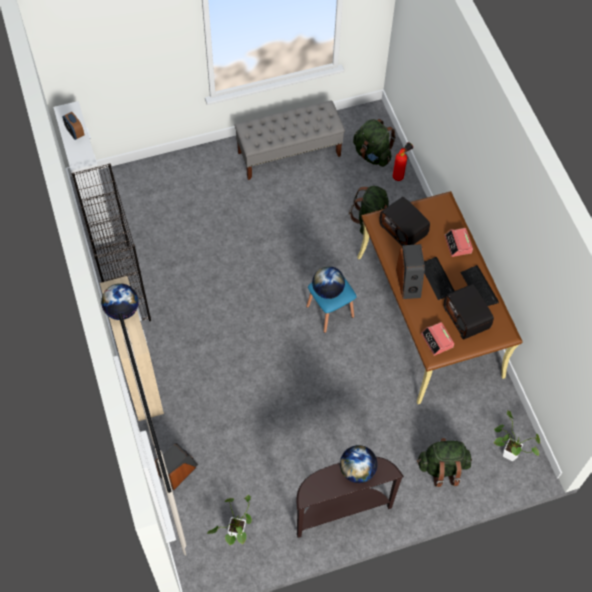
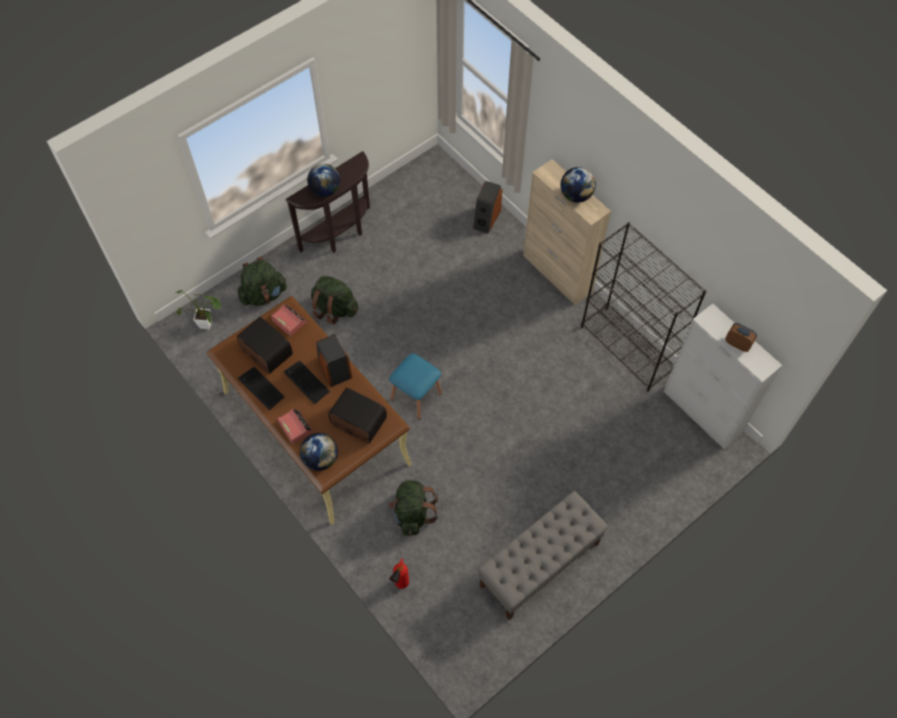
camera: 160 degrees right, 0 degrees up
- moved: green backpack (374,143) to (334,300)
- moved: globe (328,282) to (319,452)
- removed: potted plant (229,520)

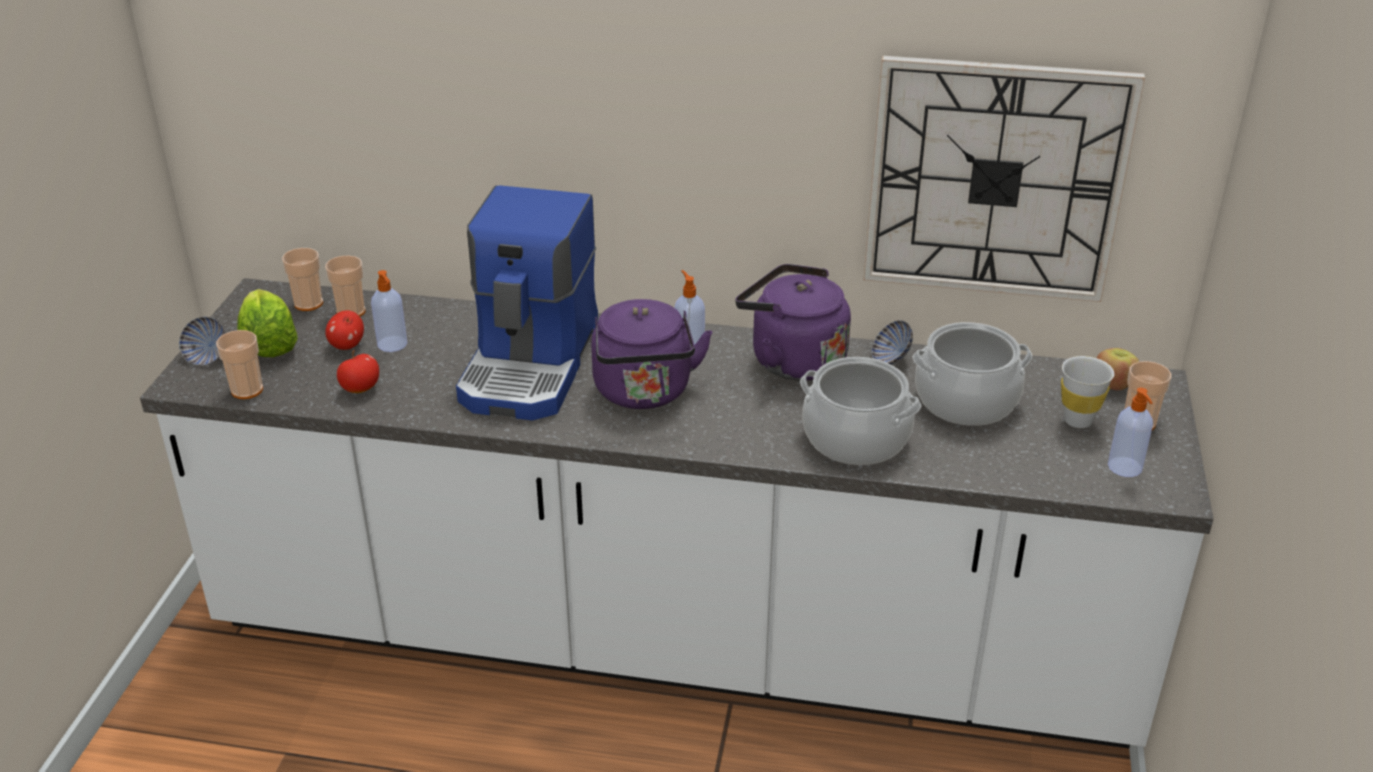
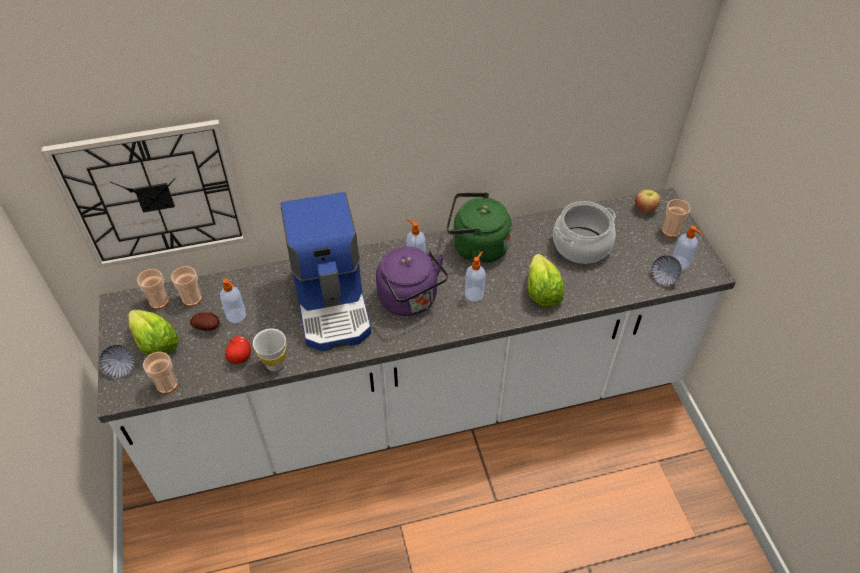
camera: 25 degrees left, 15 degrees up
- moved: wall clock (1004,179) to (145,193)
- recoloured: purple kettle (793,322) to green kettle (479,228)
- replaced: apple (344,330) to potato (204,321)
- moved: bowl (892,342) to (666,270)
- moved: white cup (1087,392) to (269,349)
- replaced: cooking pot (860,411) to lettuce (545,280)
- added: soap dispenser (475,277)

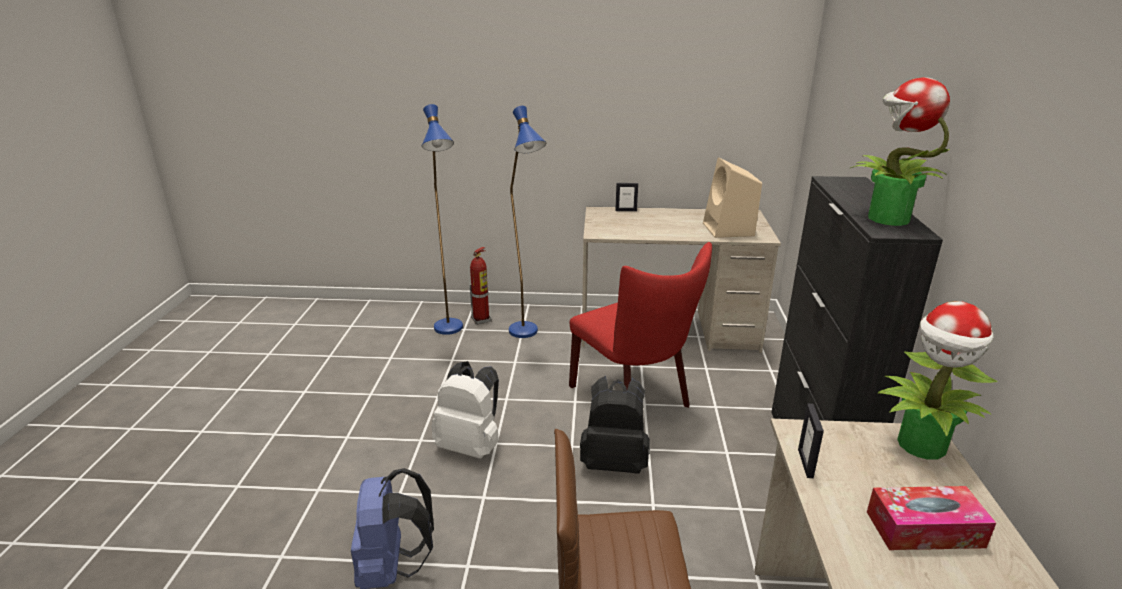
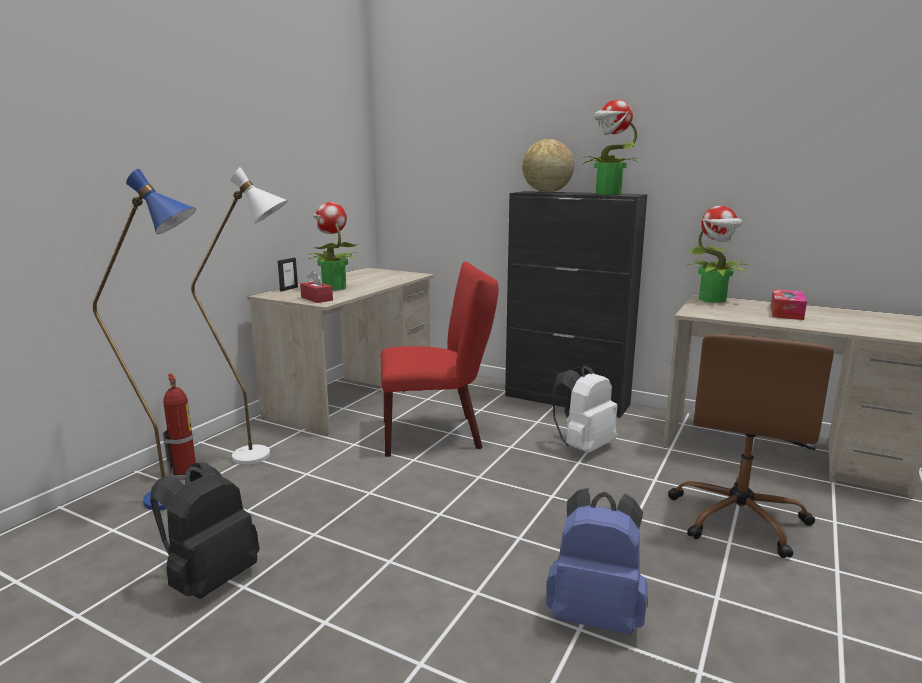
camera: 65 degrees left, 10 degrees down
- recoloured: blue floor lamp (527,222) to white floor lamp (239,316)
- removed: beige speaker (732,197)
- moved: white backpack (465,410) to (584,409)
- moved: black backpack (615,425) to (205,530)
- removed: picture frame (811,440)
- added: globe (548,166)
- added: potted plant (332,246)
- added: red tissue box (316,287)

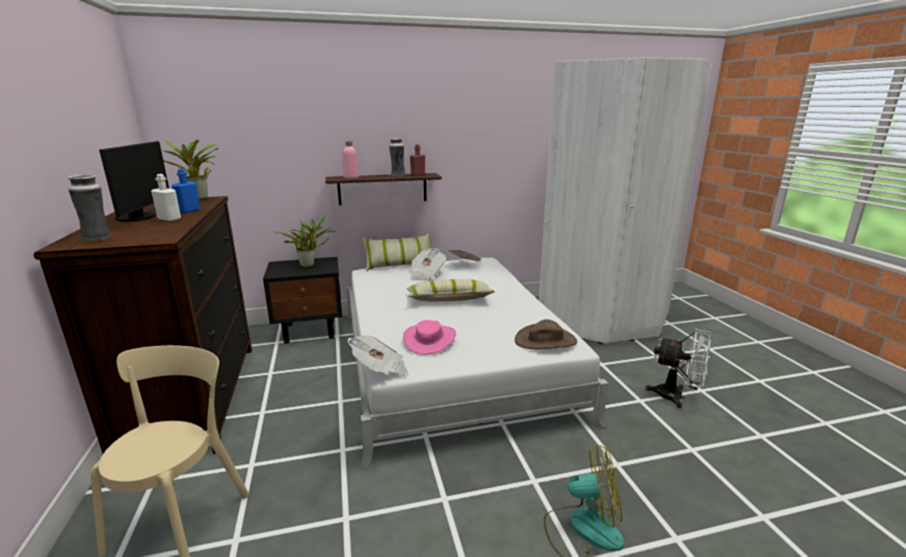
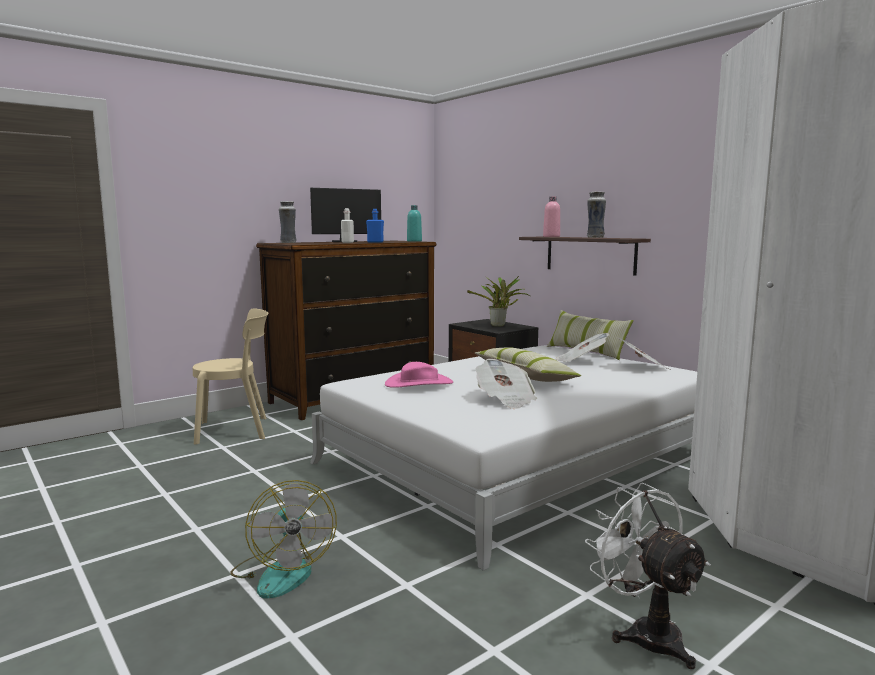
camera: 65 degrees right, 10 degrees down
- replaced: potted plant (190,170) to turquoise bottle (414,223)
- removed: red bottle (417,160)
- removed: brown hat (546,334)
- turned: white fan (678,368) = (648,576) 150 degrees clockwise
- moved: newspaper (378,356) to (506,384)

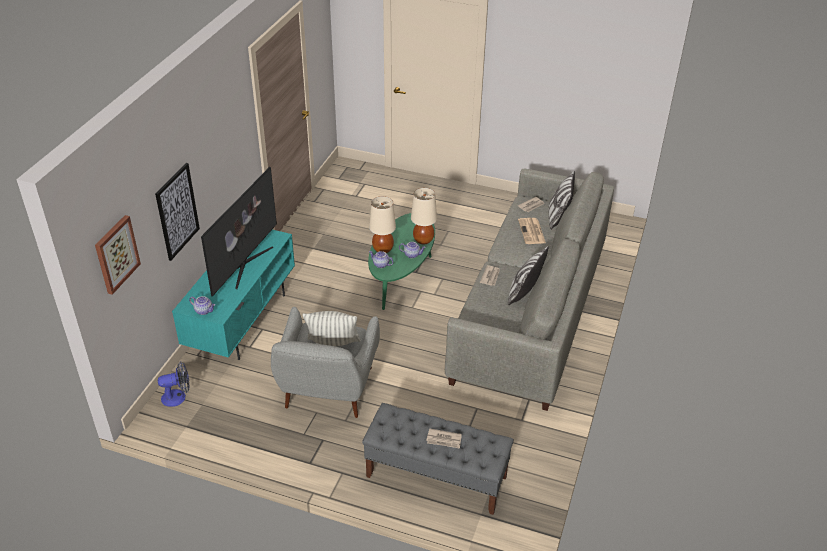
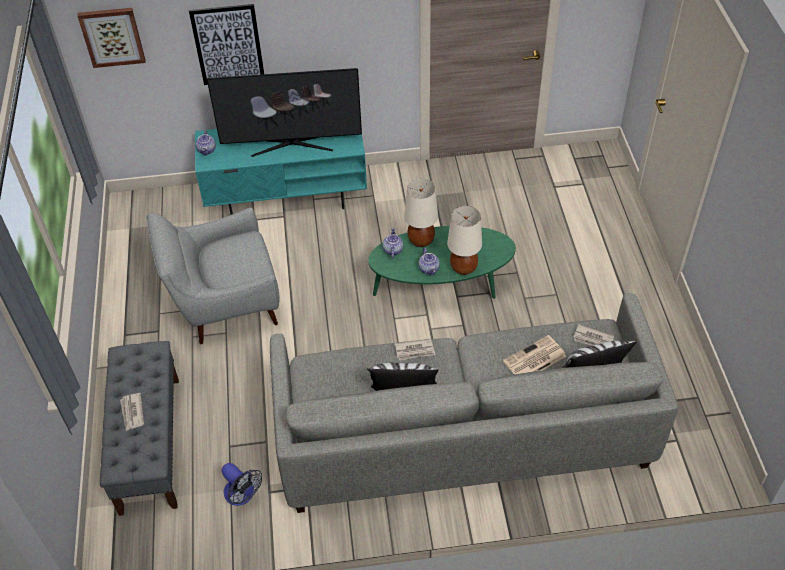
camera: 65 degrees right, 10 degrees up
- removed: pillow (332,328)
- moved: fan (174,384) to (242,484)

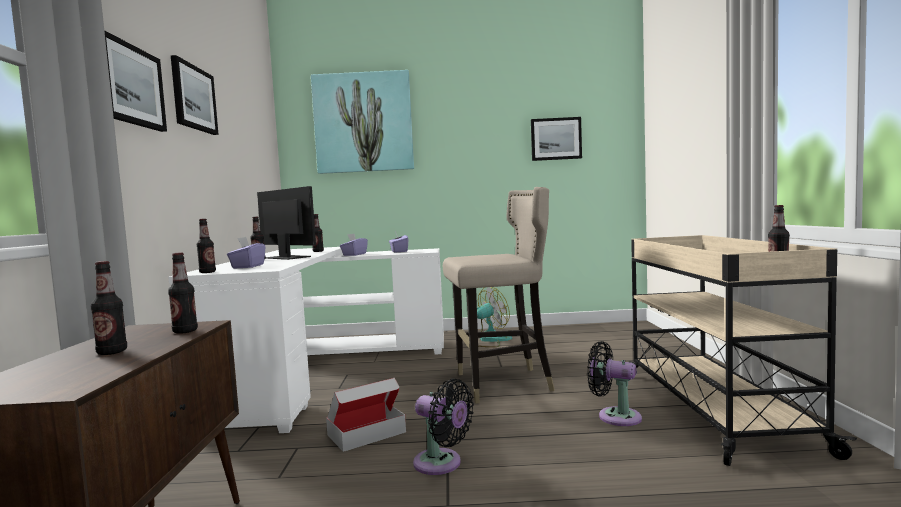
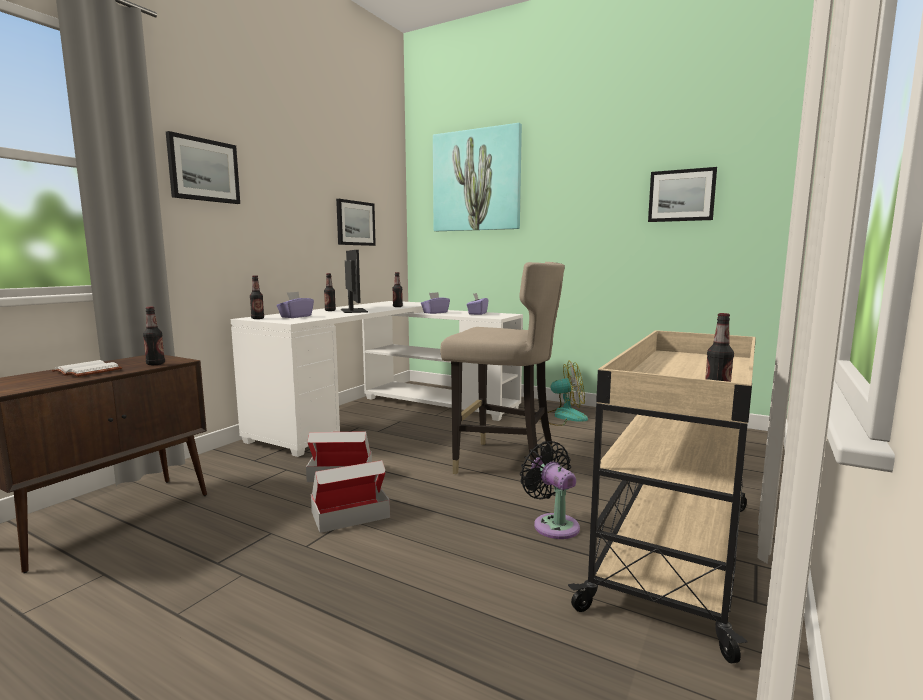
camera: 30 degrees right, 5 degrees up
- moved: picture (195,95) to (356,222)
- replaced: bottle (109,308) to white book (87,368)
- replaced: black fan (443,426) to cardboard box (350,496)

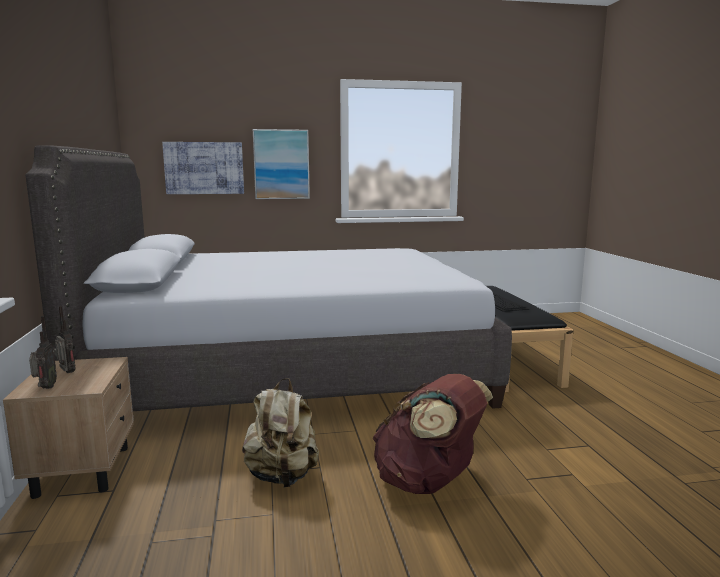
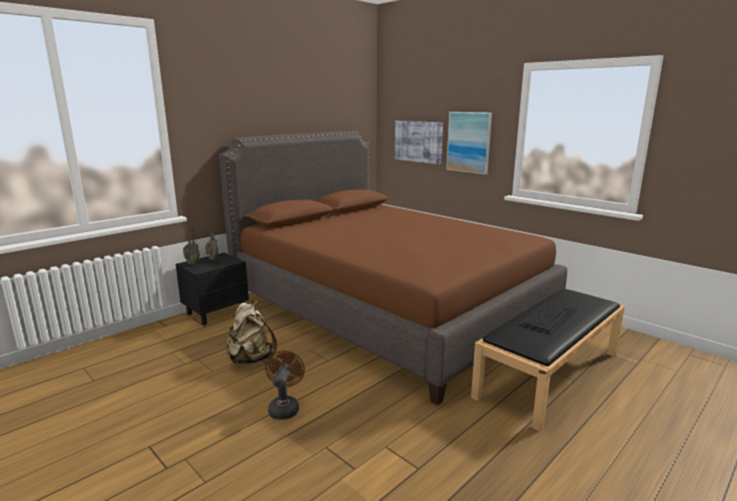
camera: 55 degrees right, 5 degrees up
- recoloured: grey bed (269,278) to brown bed (393,268)
- recoloured: beige nightstand (68,428) to black nightstand (212,289)
- replaced: brown backpack (433,434) to brown fan (285,385)

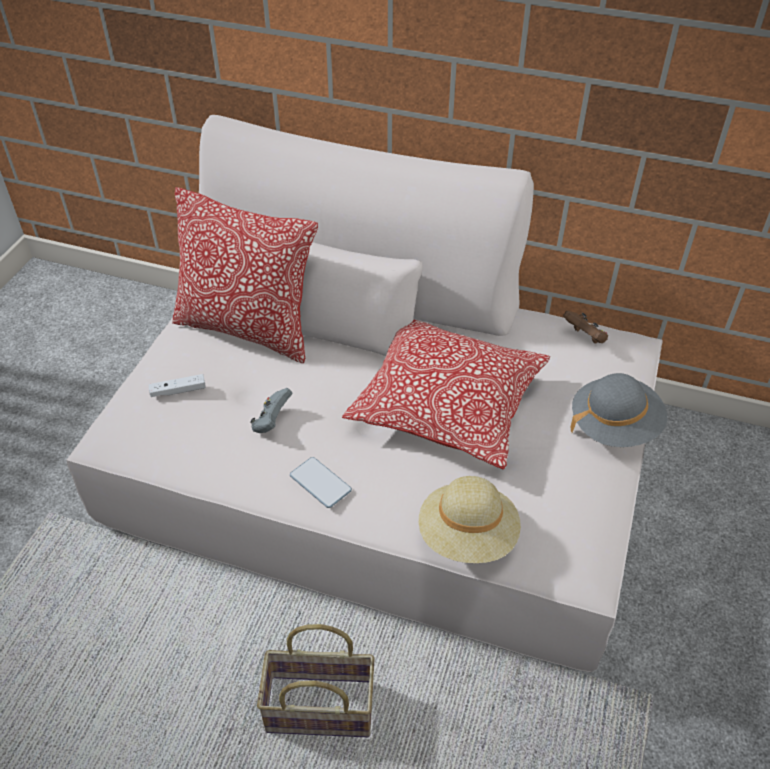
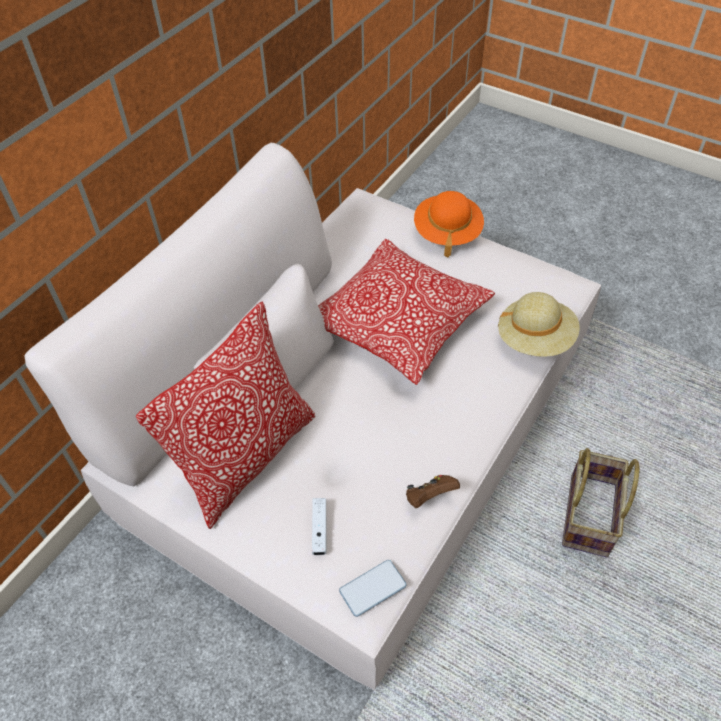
camera: 75 degrees left, 5 degrees up
- moved: brown game controller (585,327) to (433,491)
- recoloured: grey hat (618,410) to orange hat (449,224)
- removed: grey game controller (271,410)
- moved: phone (321,482) to (372,588)

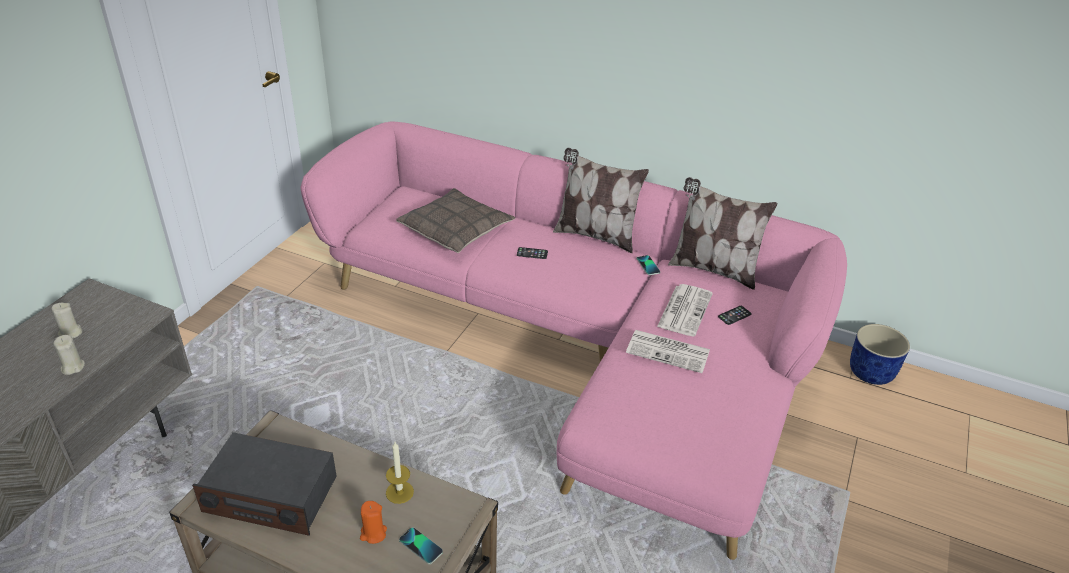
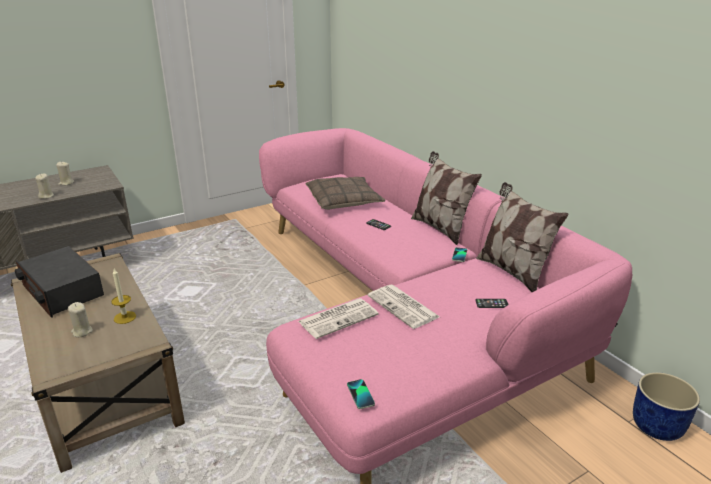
camera: 35 degrees right, 10 degrees down
- moved: newspaper (685,310) to (338,318)
- recoloured: orange candle (373,522) to beige candle (80,319)
- moved: phone (421,545) to (361,394)

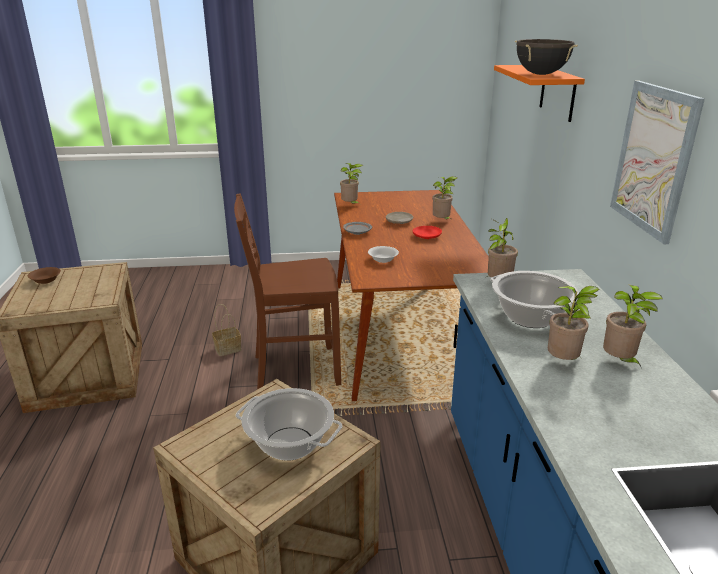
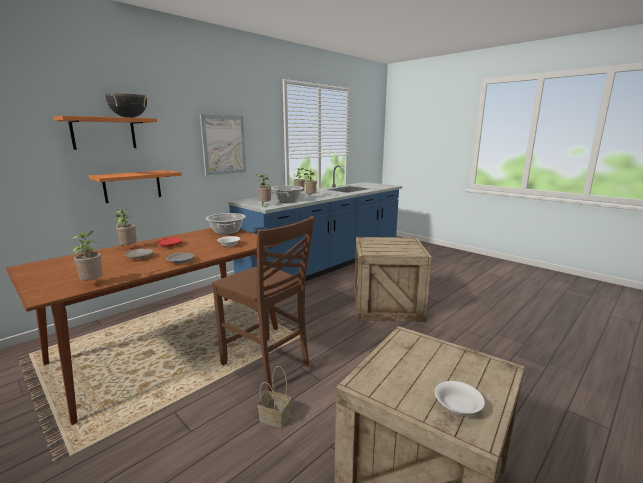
camera: 130 degrees left, 10 degrees down
- recoloured: brown bowl (44,275) to white bowl (460,398)
- moved: cooking pot (289,424) to (225,224)
- added: orange shelf (135,186)

